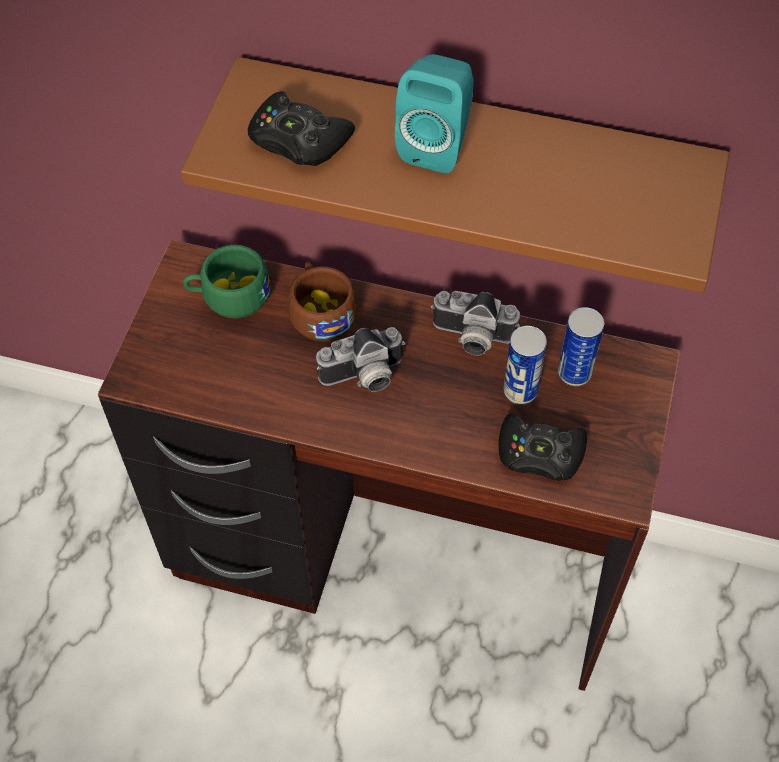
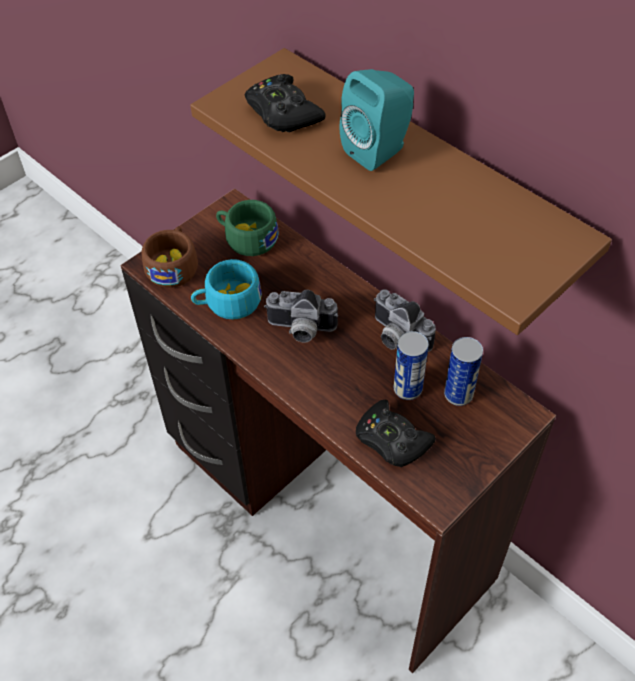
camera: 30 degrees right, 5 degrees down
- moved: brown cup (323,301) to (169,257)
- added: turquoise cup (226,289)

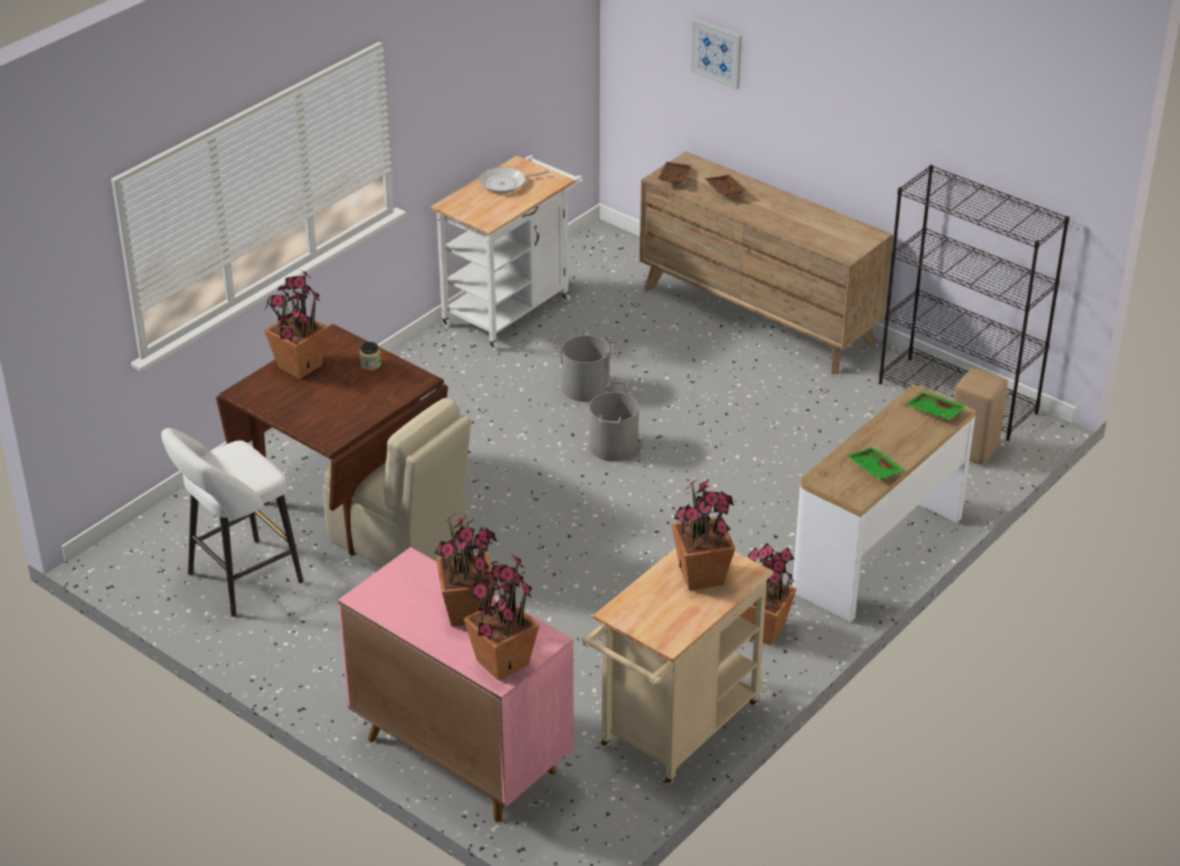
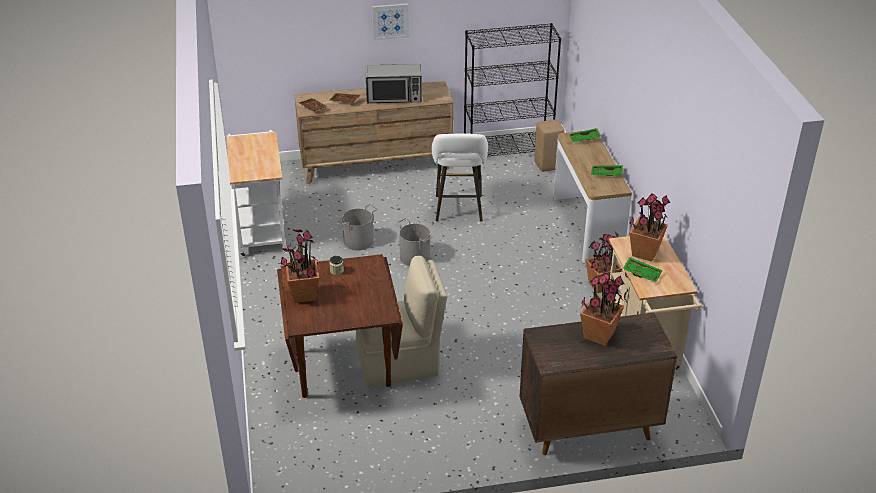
camera: 50 degrees left, 0 degrees up
- moved: picture (716,54) to (390,21)
- removed: frying pan (514,180)
- moved: white stool (232,522) to (460,178)
- recoloured: pink cabinet (456,684) to brown cabinet (598,383)
- removed: potted plant (501,617)
- added: microwave (394,83)
- added: green tray (643,269)

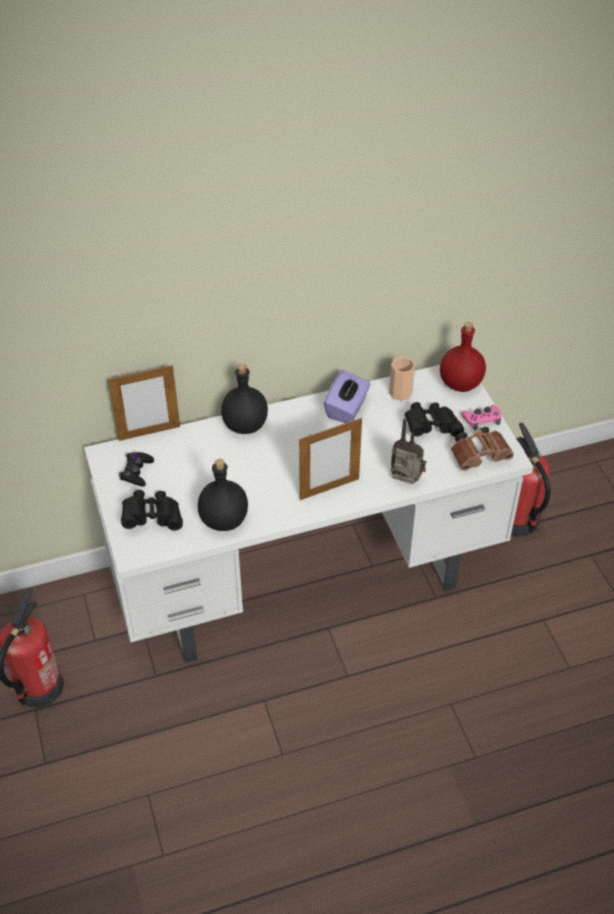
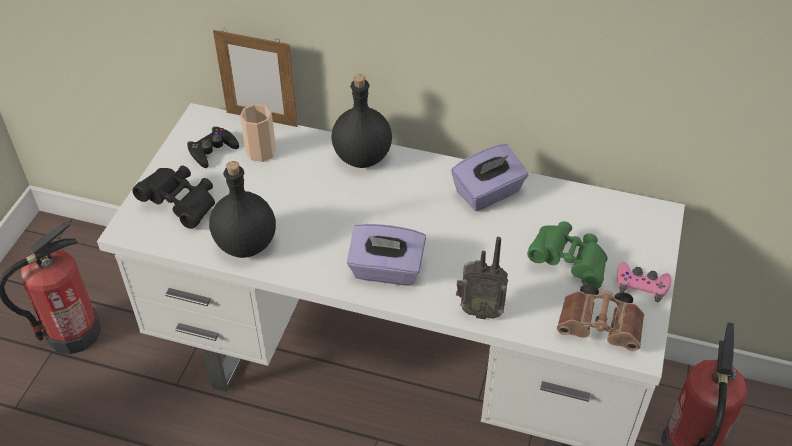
camera: 35 degrees right, 0 degrees up
- removed: red bottle (463,357)
- moved: cup (402,378) to (258,133)
- recoloured: black binoculars (434,419) to green binoculars (567,254)
- replaced: picture frame (330,459) to purple tissue box (386,255)
- turned: radio (408,451) = (482,278) 135 degrees clockwise

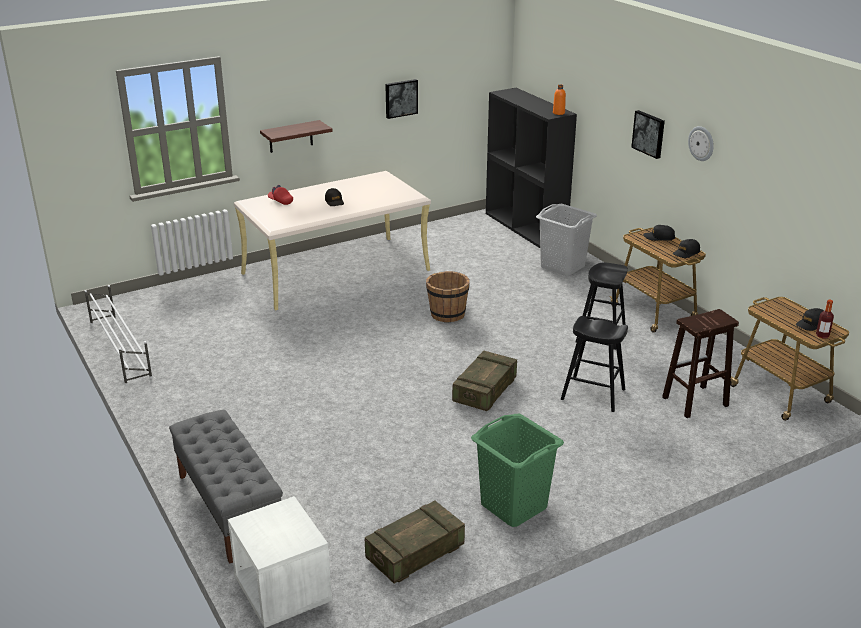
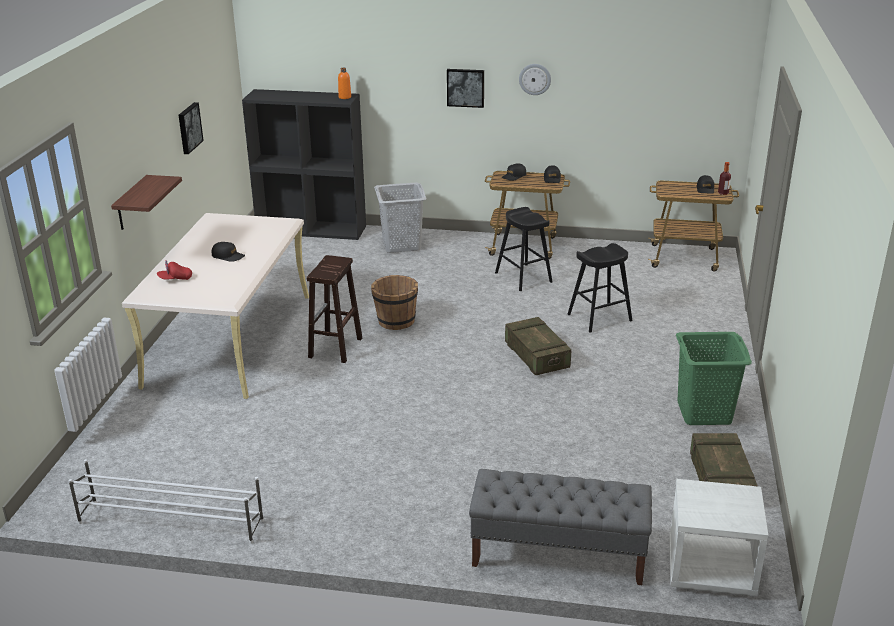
camera: 50 degrees left, 0 degrees up
- moved: brown stool (700,363) to (334,309)

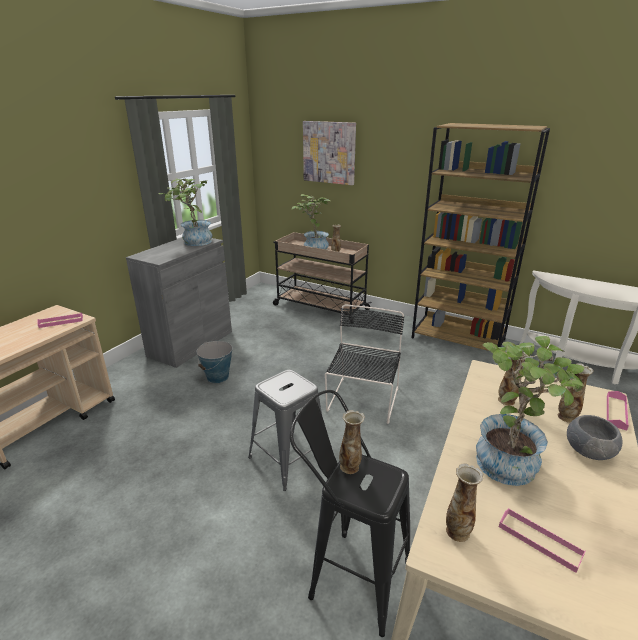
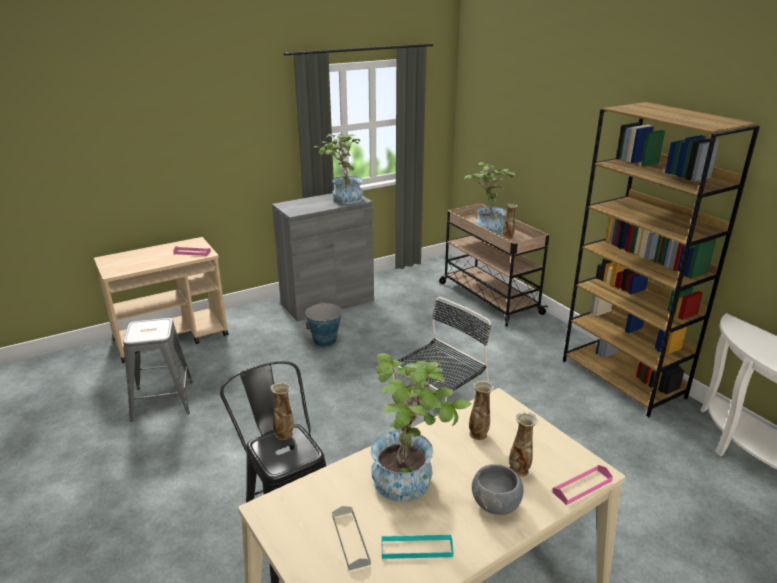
camera: 30 degrees right, 0 degrees up
- removed: picture (329,153)
- moved: grey stool (285,430) to (158,370)
- removed: vase (464,502)
- recoloured: pink tray (542,540) to grey tray (351,538)
- added: turquoise tray (417,546)

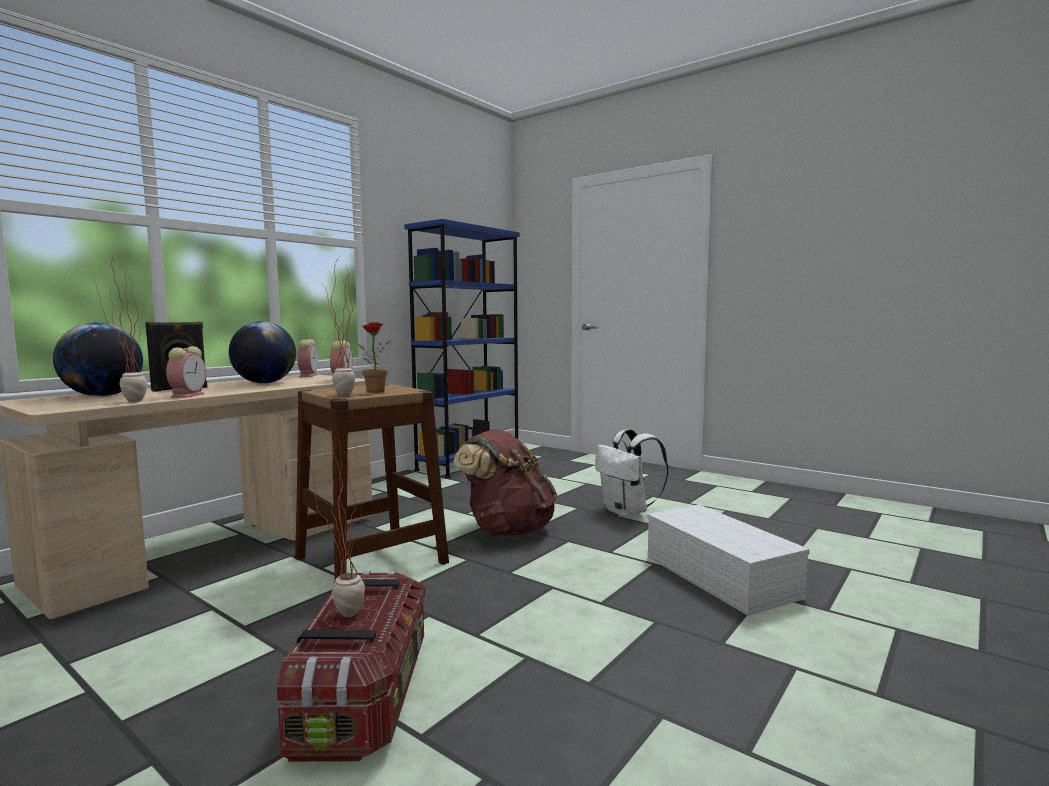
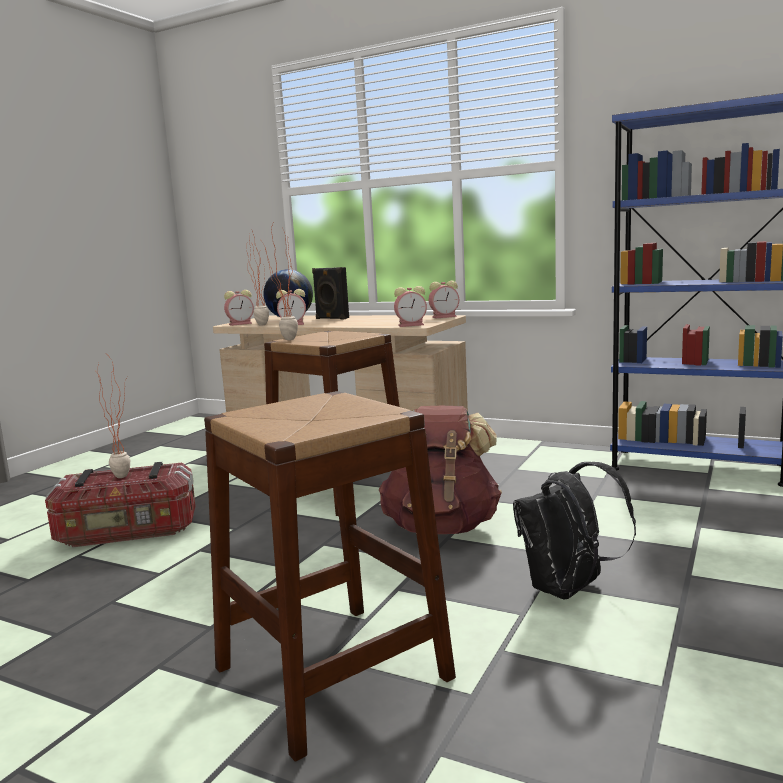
camera: 80 degrees right, 5 degrees up
- removed: globe (262,352)
- removed: potted plant (374,357)
- recoloured: white backpack (632,473) to black backpack (574,531)
- replaced: white storage box (728,560) to brown stool (330,576)
- added: alarm clock (239,308)

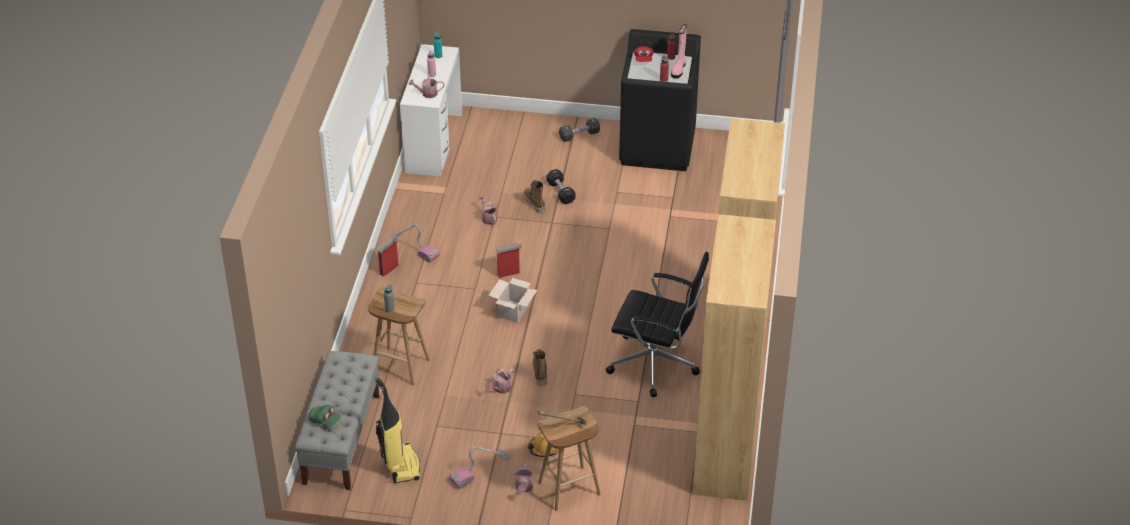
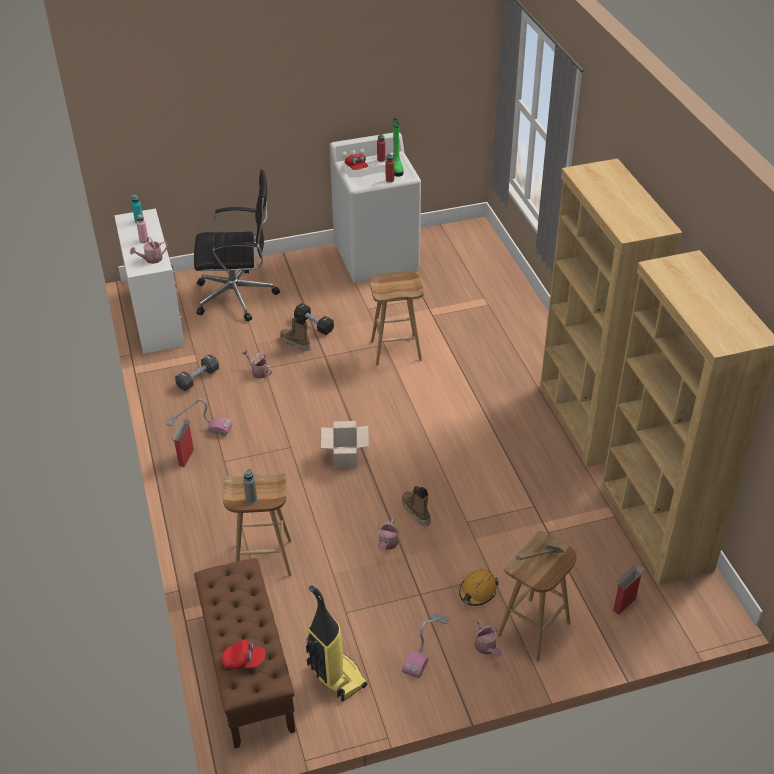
camera: 25 degrees left, 0 degrees up
- recoloured: pink boot (679,51) to green boot (398,148)
- recoloured: black washing machine (660,100) to white washing machine (375,207)
- moved: black dumbbell (579,130) to (197,372)
- moved: cardboard box (508,260) to (628,590)
- moved: black office chair (657,324) to (237,245)
- recoloured: grey bench (337,420) to brown bench (244,653)
- recoloured: green cap (325,415) to red cap (243,654)
- added: brown stool (397,318)

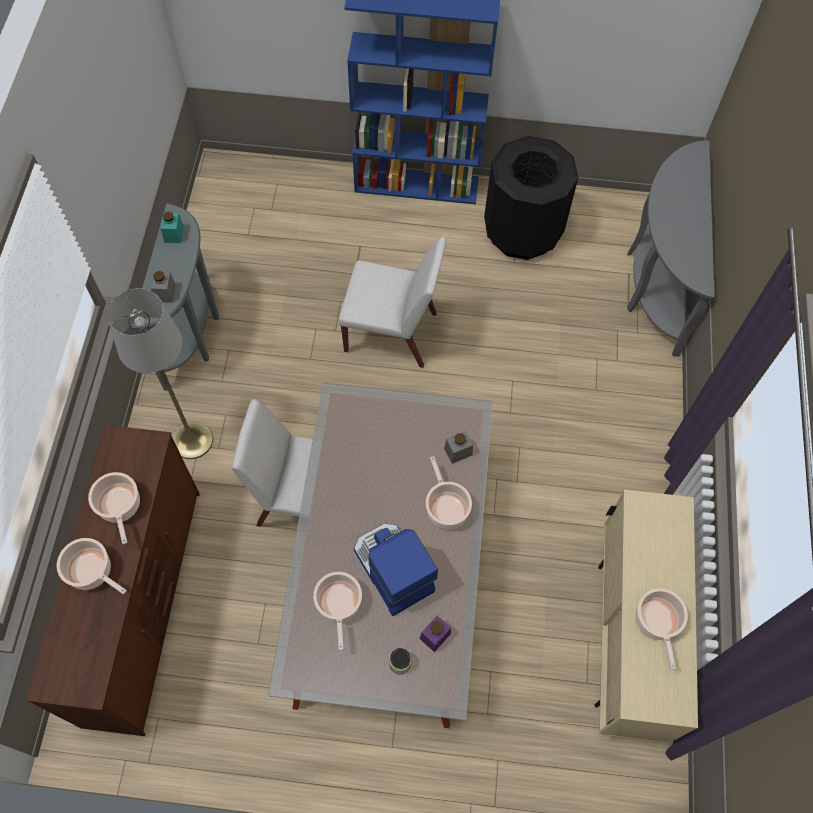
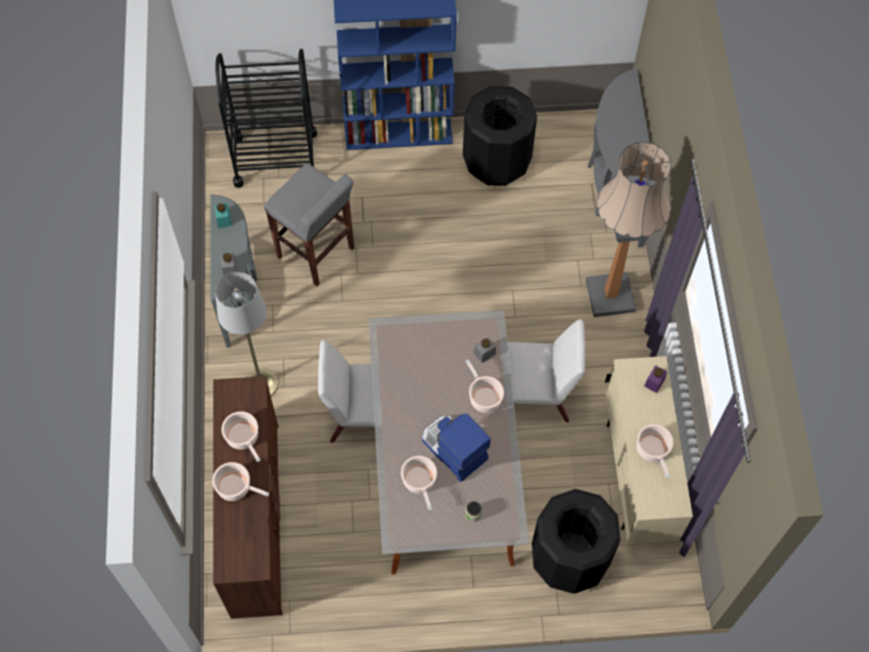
camera: 10 degrees left, 0 degrees up
- moved: white chair (392,302) to (546,370)
- moved: purple jar (435,633) to (655,379)
- added: black cart (266,118)
- added: floor lamp (628,229)
- added: grey stool (309,225)
- added: black trash can (576,541)

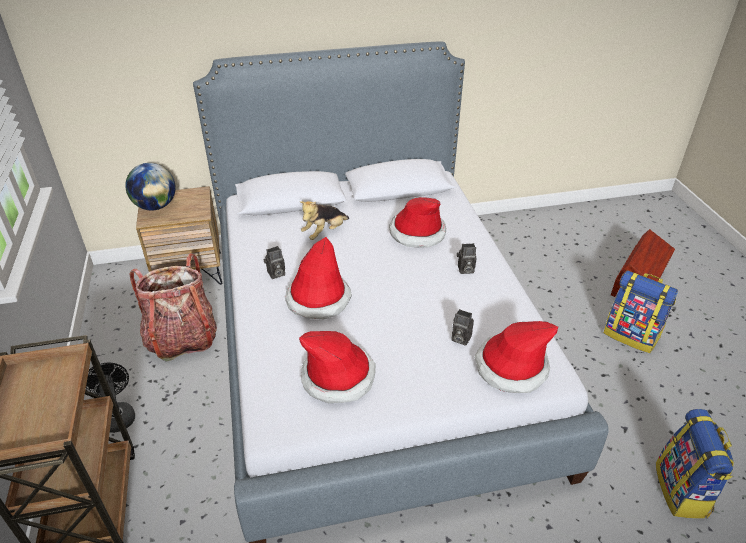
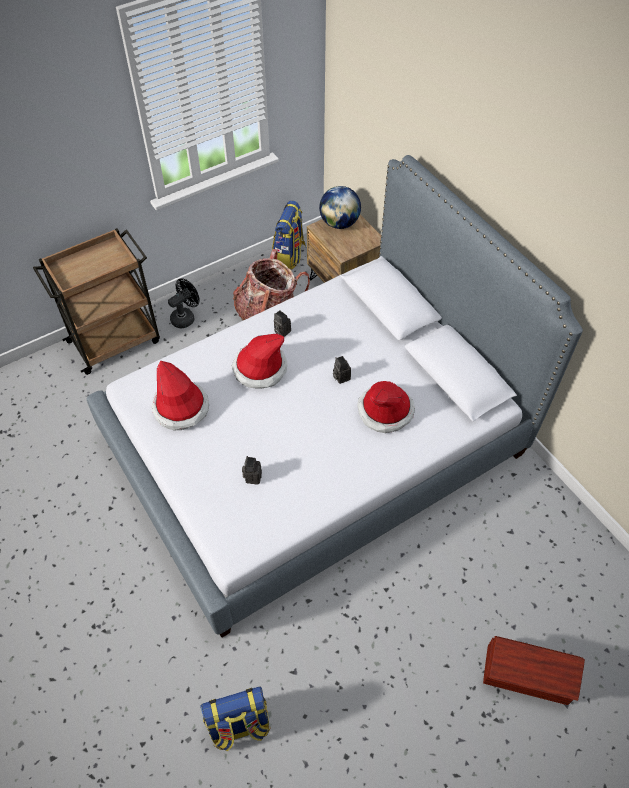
camera: 70 degrees right, 15 degrees up
- removed: plush toy (324,220)
- moved: photo camera (467,258) to (342,370)
- moved: backpack (641,312) to (289,234)
- removed: hat (516,357)

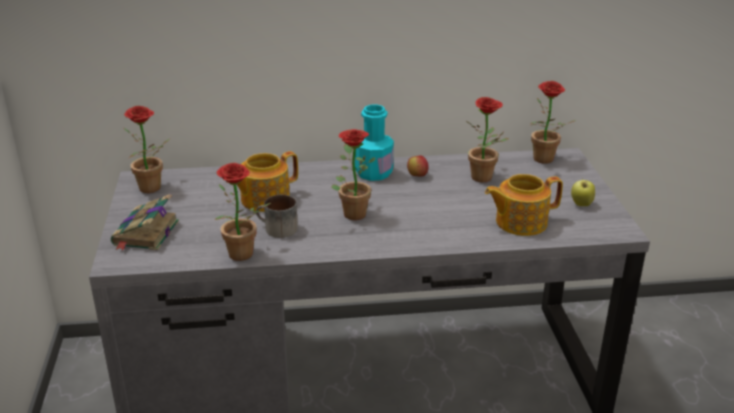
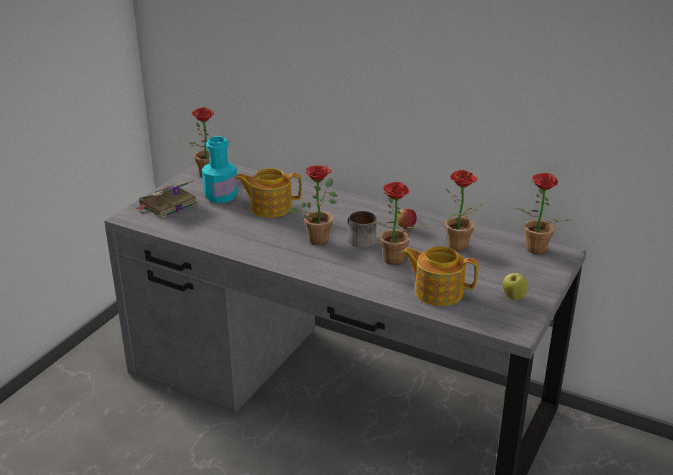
camera: 35 degrees right, 0 degrees up
- moved: turquoise bottle (374,142) to (220,169)
- moved: potted plant (243,212) to (398,223)
- moved: mug (277,216) to (362,229)

